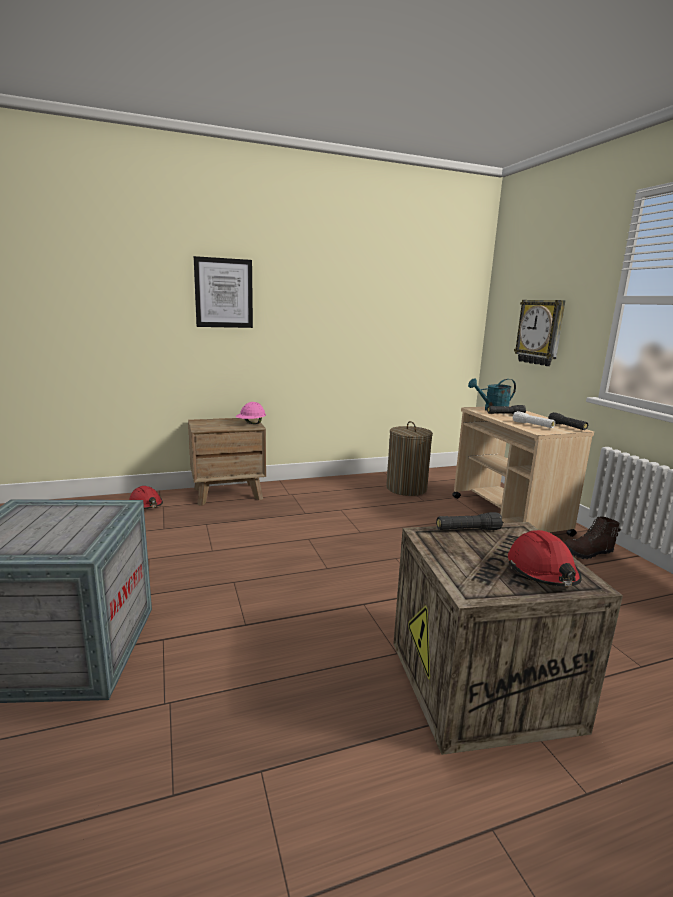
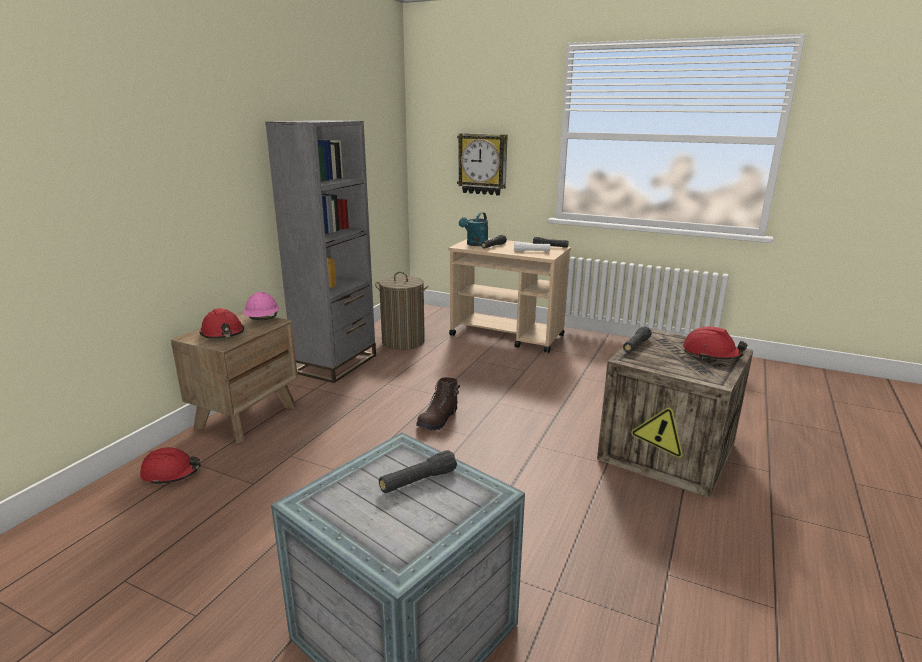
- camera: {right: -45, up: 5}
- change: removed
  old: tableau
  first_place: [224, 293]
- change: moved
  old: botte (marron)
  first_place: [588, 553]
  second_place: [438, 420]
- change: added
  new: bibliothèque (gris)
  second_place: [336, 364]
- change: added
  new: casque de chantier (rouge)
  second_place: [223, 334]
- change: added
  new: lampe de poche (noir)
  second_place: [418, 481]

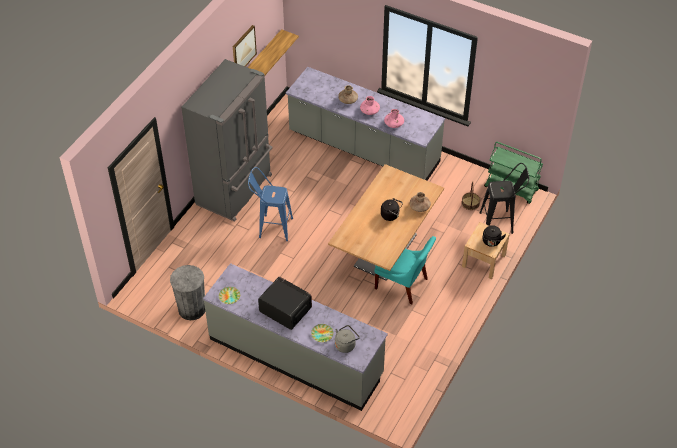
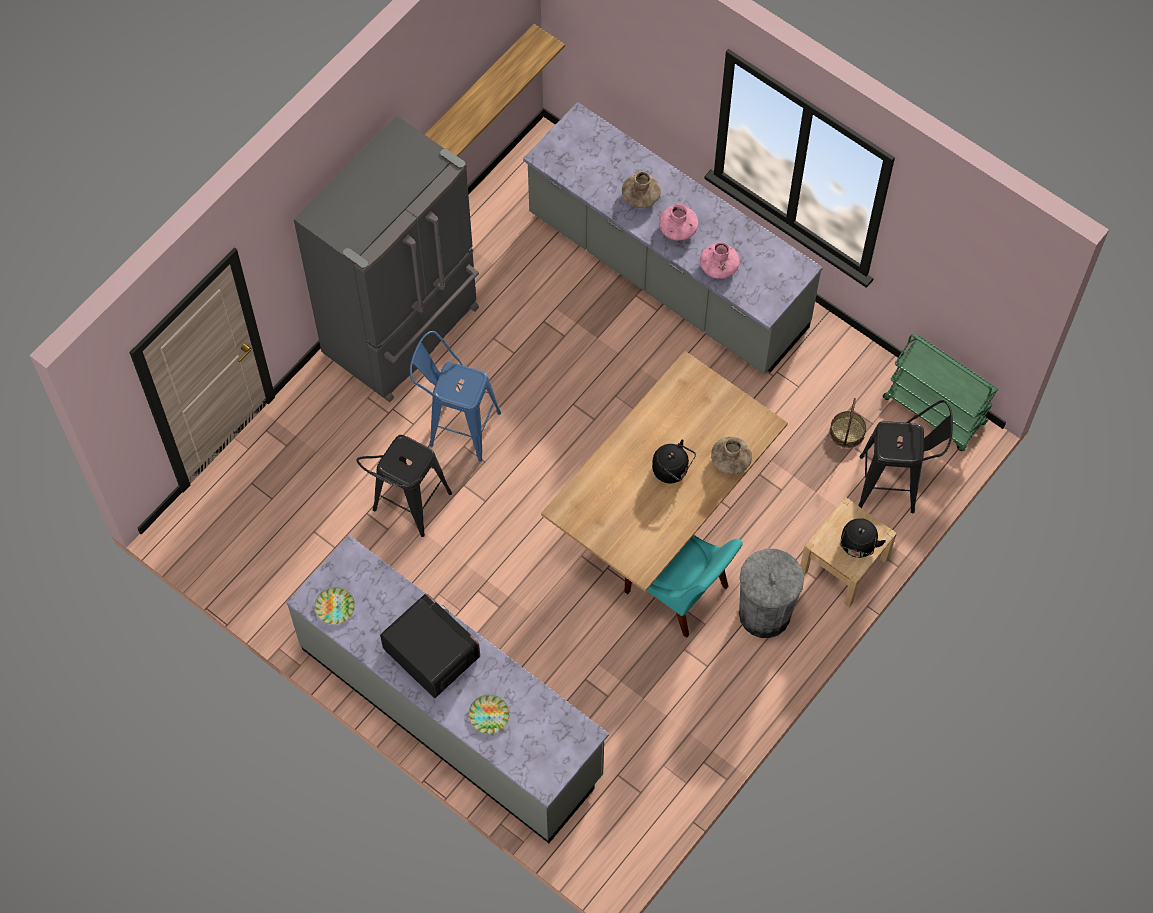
- camera: {right: 10, up: 15}
- change: removed
  old: tableau
  first_place: [243, 49]
- change: moved
  old: poubelle (gris)
  first_place: [192, 309]
  second_place: [764, 613]
- change: removed
  old: bouilloire (gris)
  first_place: [346, 344]
- change: added
  new: tabouret (noir)
  second_place: [407, 508]

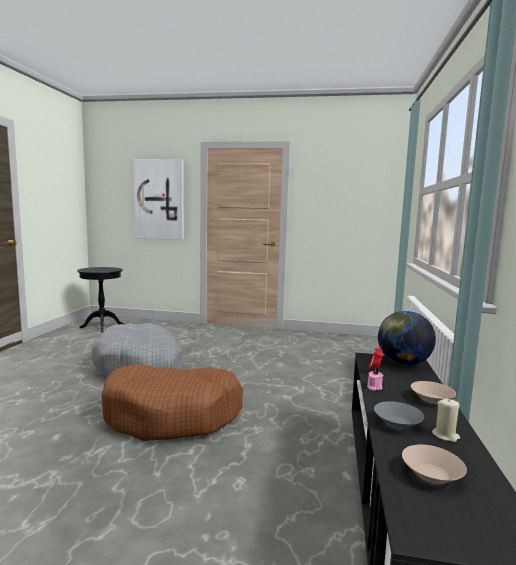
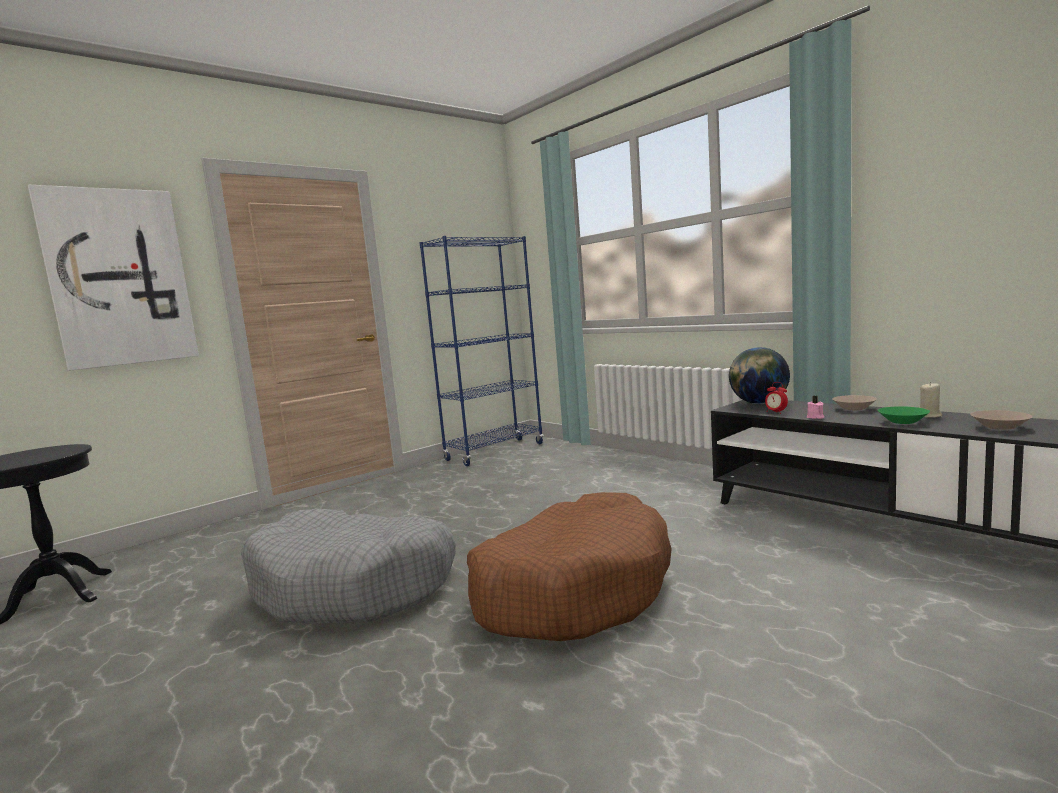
- camera: {right: -50, up: 0}
- change: recoloured
  old: bol (gris)
  new: bol (vert)
  first_place: [397, 423]
  second_place: [902, 422]
- change: added
  new: bibliothèque (bleu)
  second_place: [495, 452]

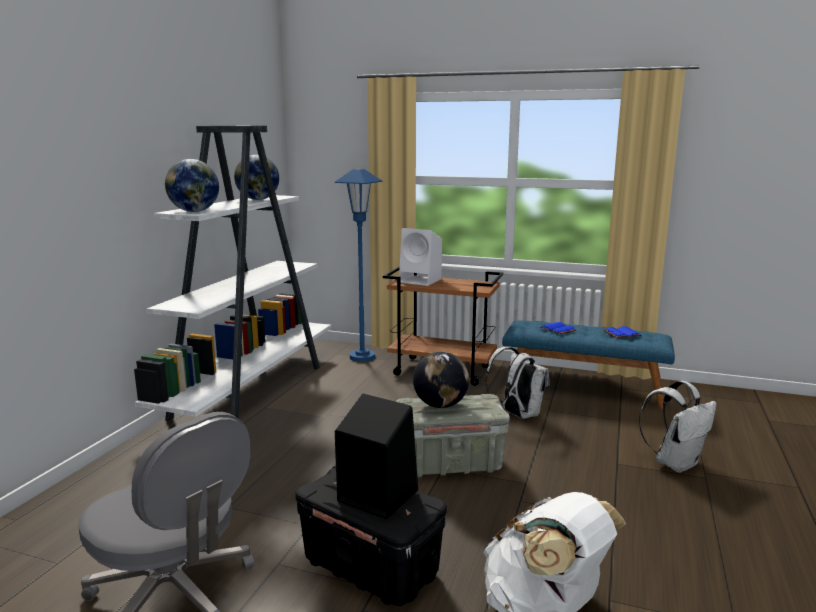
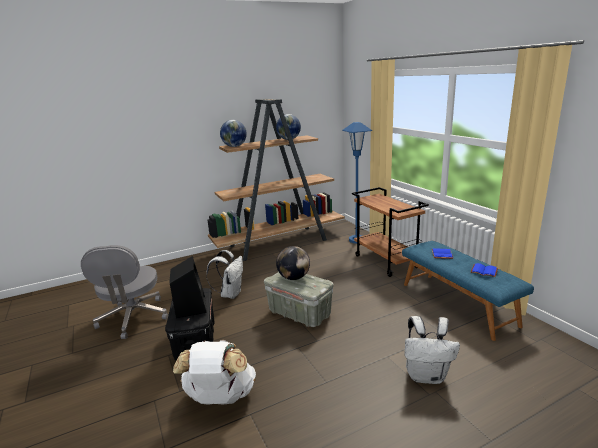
- camera: {right: 45, up: 5}
- change: recoloured
  old: bibliothèque (blanc)
  new: bibliothèque (marron)
  first_place: [251, 390]
  second_place: [280, 243]
- change: removed
  old: enceinte (blanc)
  first_place: [421, 281]
- change: moved
  old: sac à dos (blanc)
  first_place: [517, 414]
  second_place: [230, 294]

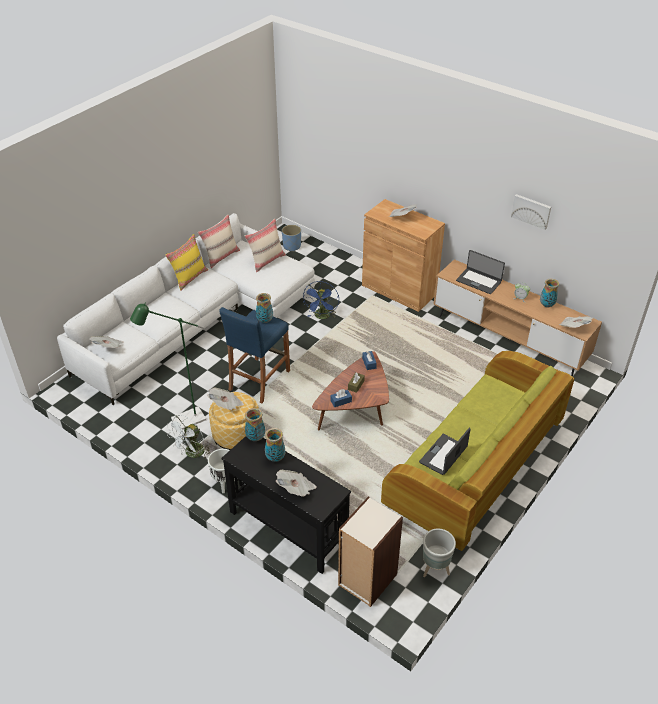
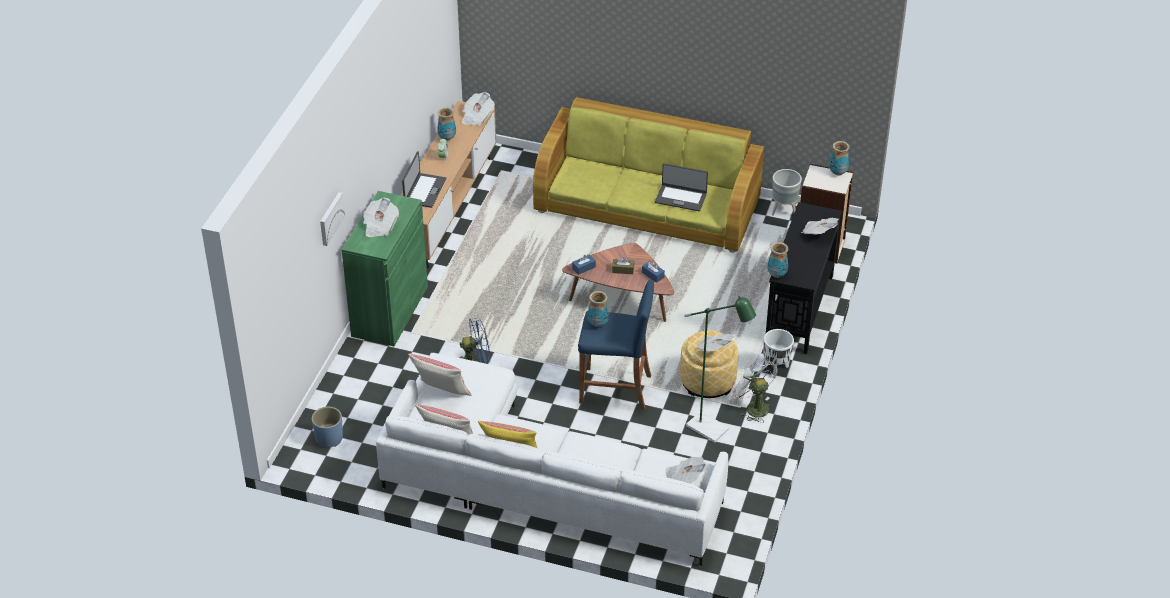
- camera: {right: -110, up: 0}
- change: moved
  old: tableau
  first_place: [531, 211]
  second_place: [330, 218]
- change: recoloured
  old: meuble de rangement (marron)
  new: meuble de rangement (vert)
  first_place: [399, 290]
  second_place: [390, 311]
- change: turned
  old: ventilateur (blanc)
  first_place: [192, 454]
  second_place: [753, 406]
  degrees: -135
- change: moved
  old: vase
  first_place: [275, 458]
  second_place: [837, 172]

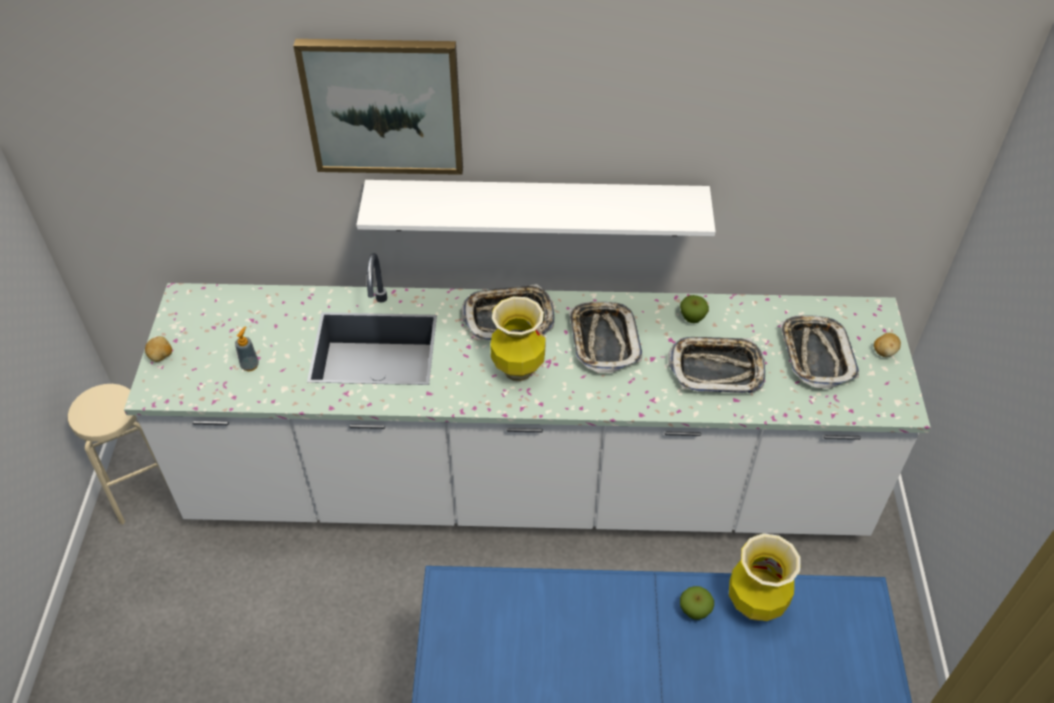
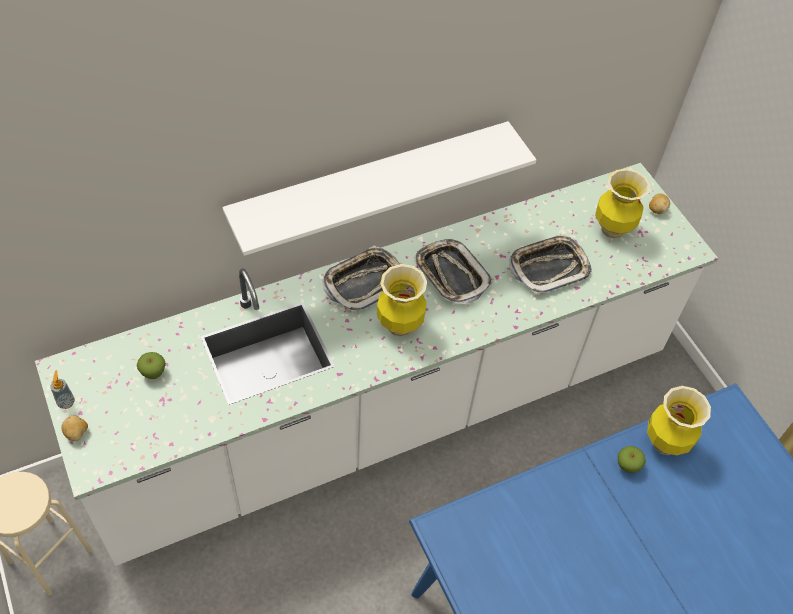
- camera: {right: -30, up: 5}
- change: removed
  old: tableau
  first_place: [383, 106]
- change: moved
  old: pomme
  first_place: [692, 318]
  second_place: [153, 373]
- change: replaced
  old: plateau
  new: vase
  first_place: [816, 355]
  second_place: [612, 229]
- change: moved
  old: distributeur de savon
  first_place: [250, 365]
  second_place: [66, 402]

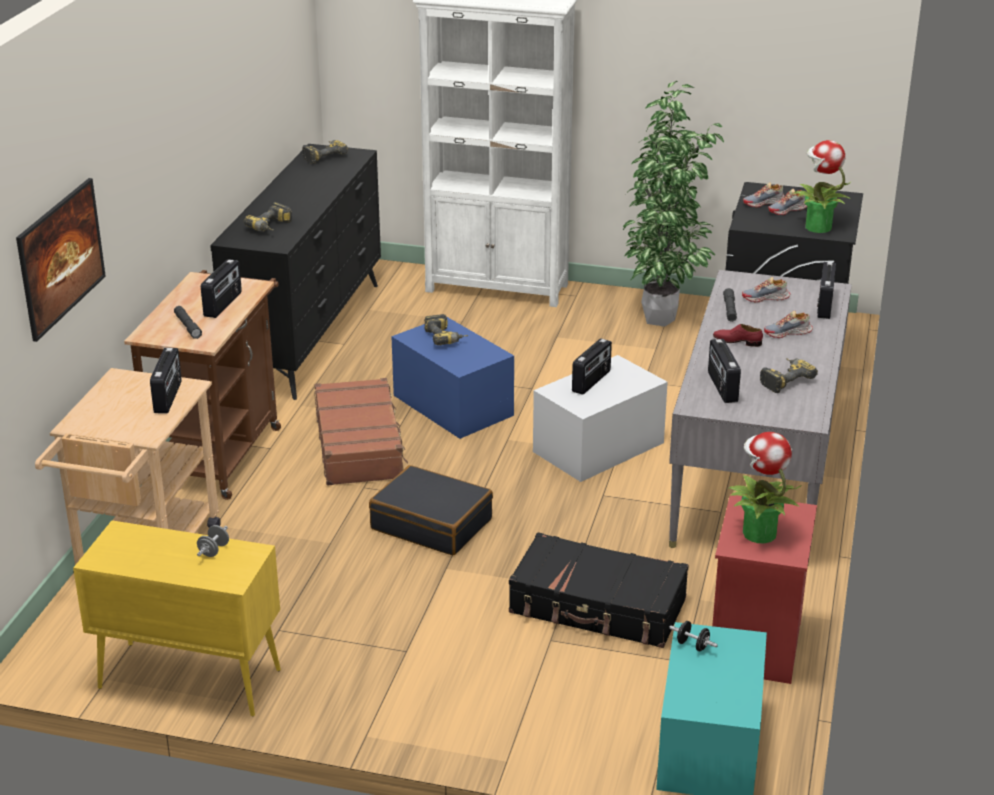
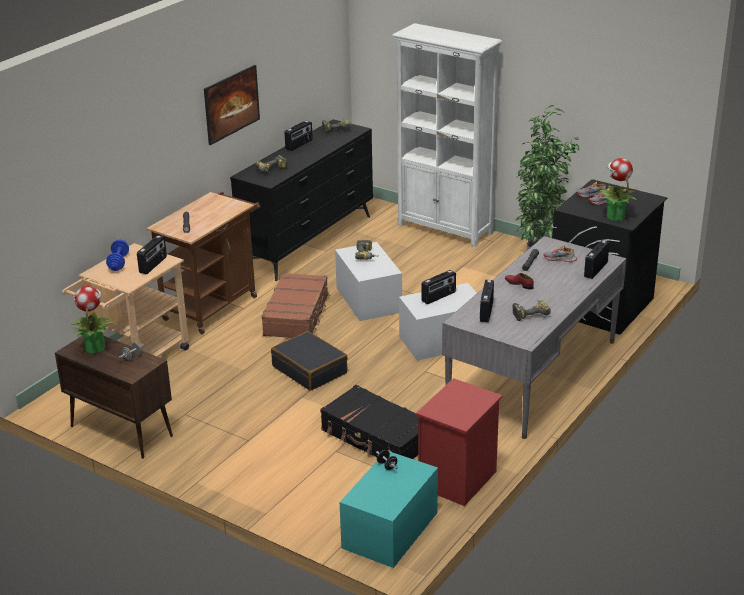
- camera: {right: 20, up: 0}
- change: moved
  old: tableau
  first_place: [65, 282]
  second_place: [233, 118]
- change: moved
  old: radio
  first_place: [223, 304]
  second_place: [299, 145]
- change: removed
  old: chaussure
  first_place: [788, 333]
- change: recoloured
  old: boîte de rangement (bleu)
  new: boîte de rangement (blanc)
  first_place: [453, 405]
  second_place: [369, 300]
- change: moved
  old: plante en pot
  first_place: [758, 533]
  second_place: [95, 347]
- change: recoloured
  old: meuble de rangement (jaune)
  new: meuble de rangement (marron)
  first_place: [188, 679]
  second_place: [120, 431]
- change: added
  new: haltère (bleu)
  second_place: [118, 263]

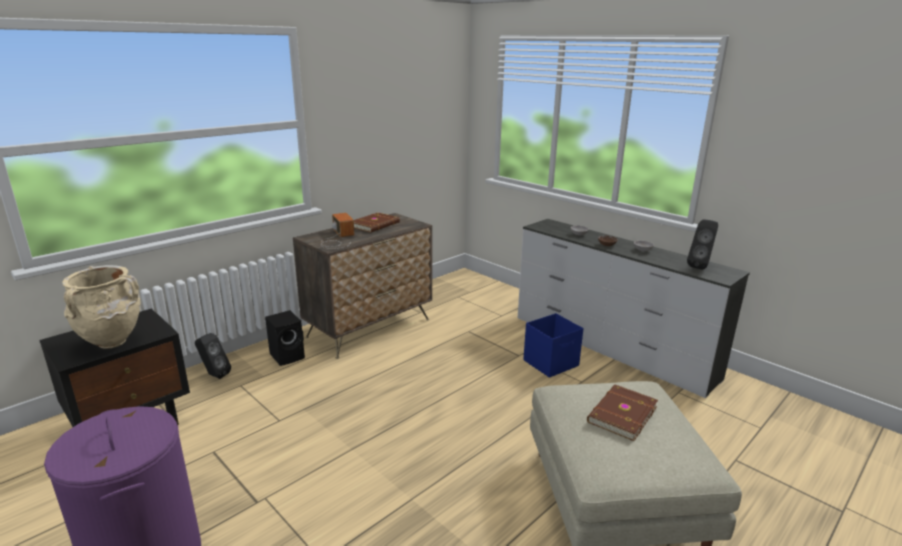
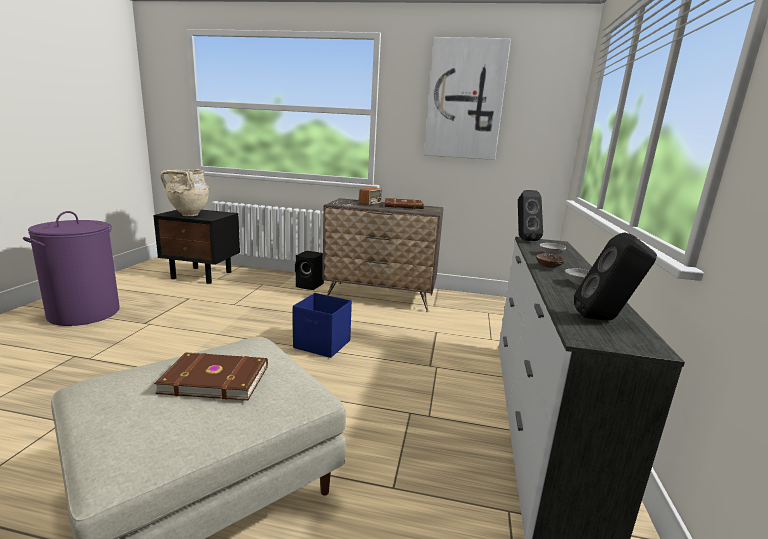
- camera: {right: 55, up: -5}
- change: moved
  old: boîte de rangement (bleu)
  first_place: [551, 363]
  second_place: [322, 345]
- change: moved
  old: enceinte (noir)
  first_place: [214, 375]
  second_place: [523, 239]
- change: added
  new: tableau
  second_place: [465, 100]

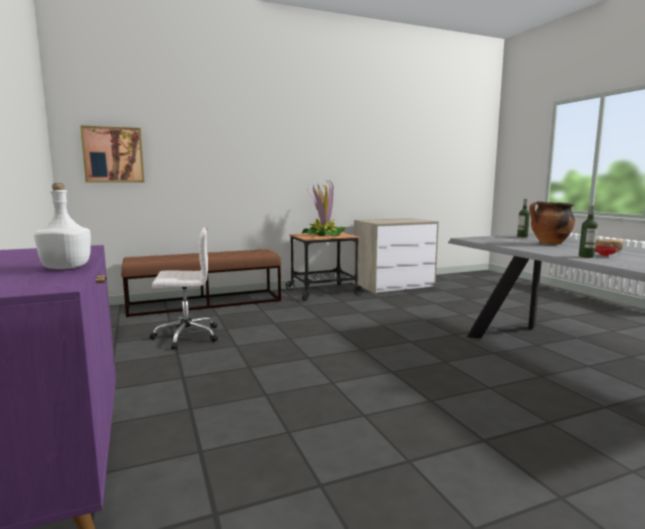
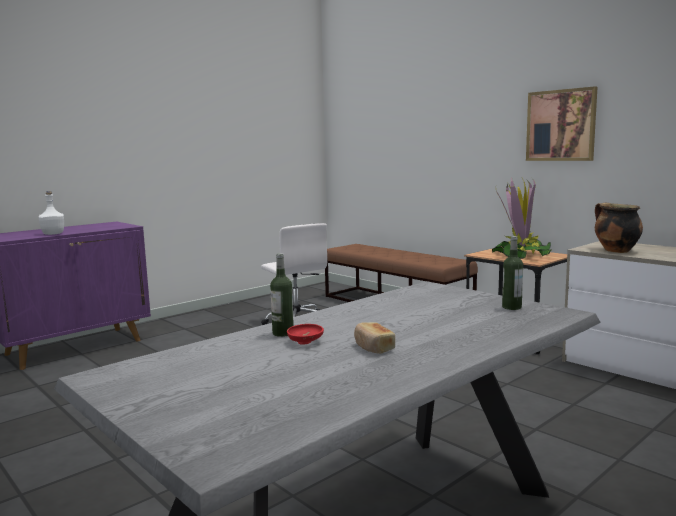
- camera: {right: 70, up: 0}
- change: moved
  old: tableau
  first_place: [113, 155]
  second_place: [561, 125]
- change: moved
  old: marmite
  first_place: [549, 243]
  second_place: [615, 251]

